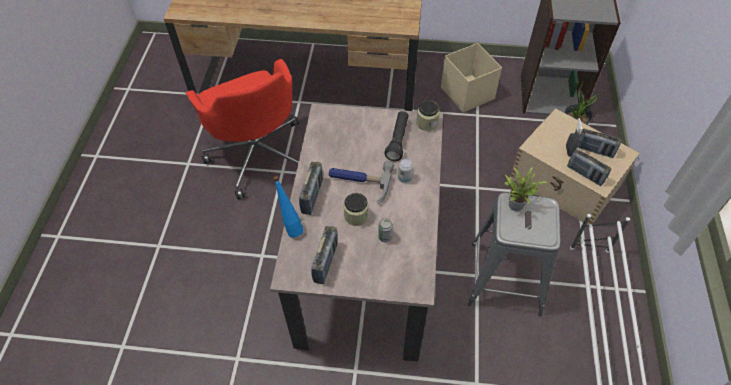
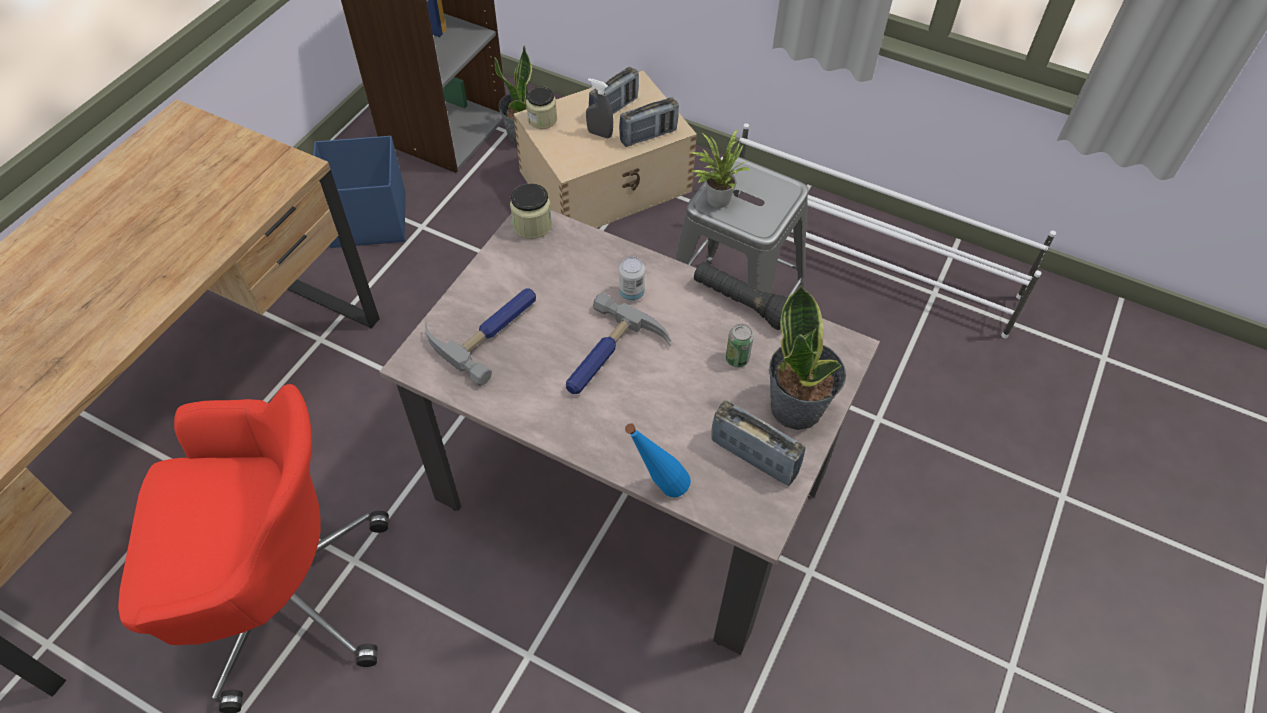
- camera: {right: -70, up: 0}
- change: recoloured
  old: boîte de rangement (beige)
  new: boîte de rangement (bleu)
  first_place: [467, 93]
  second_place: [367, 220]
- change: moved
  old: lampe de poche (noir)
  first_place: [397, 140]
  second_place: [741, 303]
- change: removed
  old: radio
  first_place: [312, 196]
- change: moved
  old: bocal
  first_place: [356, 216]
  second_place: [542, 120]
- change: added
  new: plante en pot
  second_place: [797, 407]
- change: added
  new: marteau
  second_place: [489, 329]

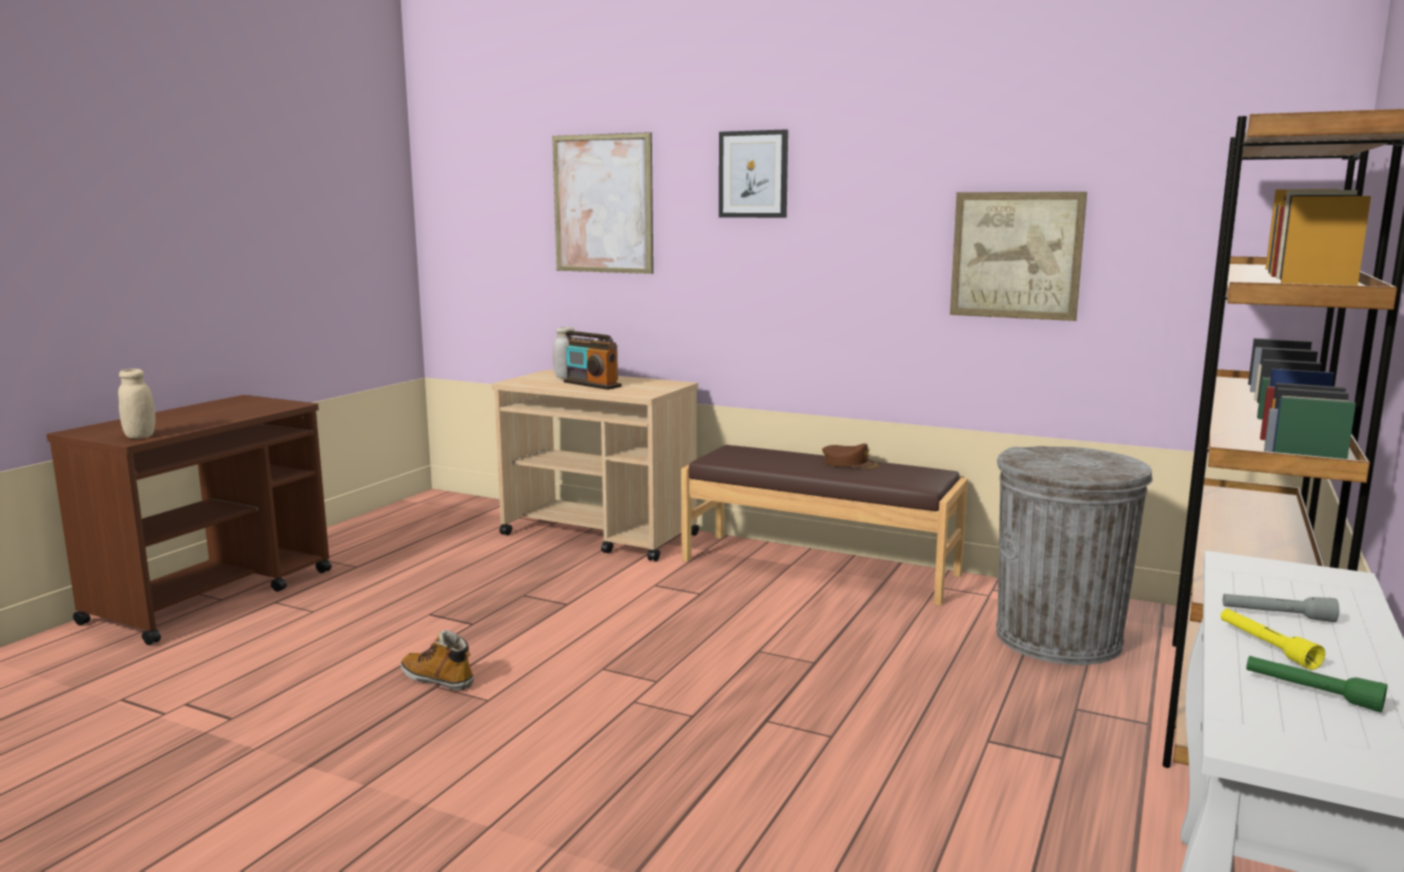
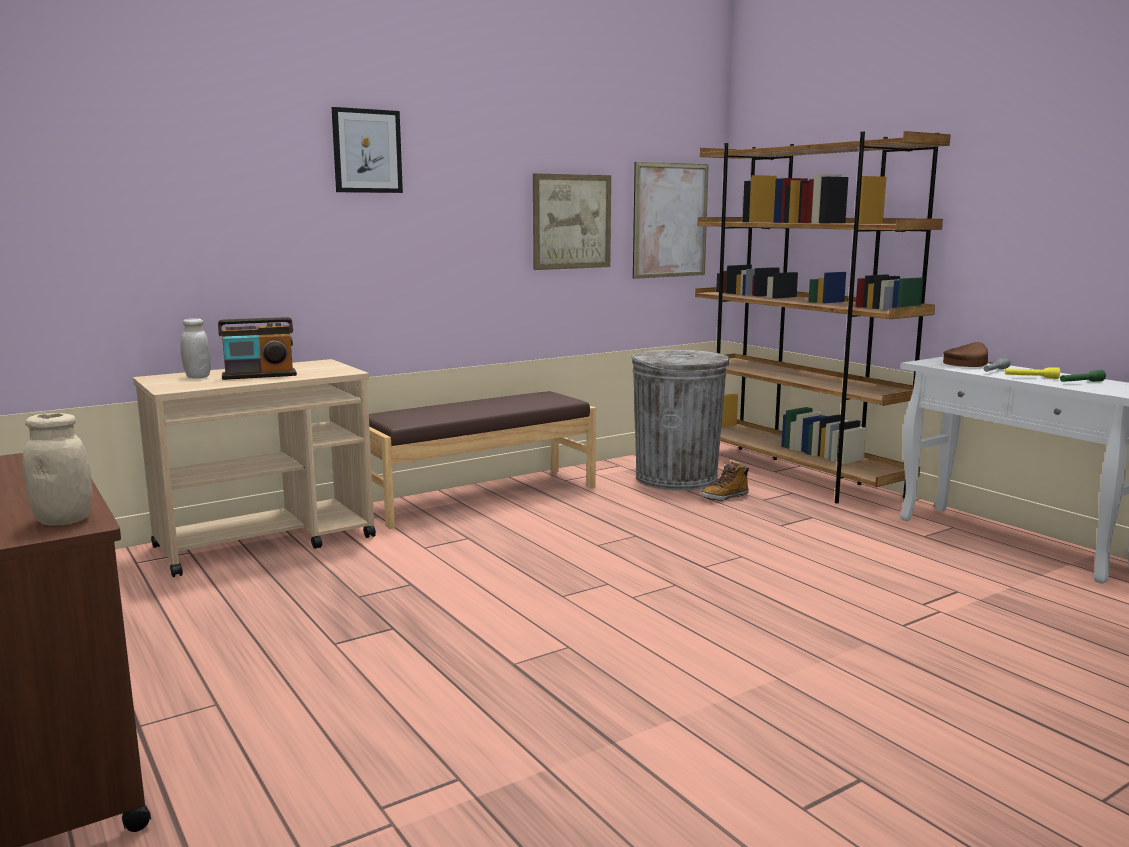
- camera: {right: -60, up: 0}
- change: moved
  old: tableau
  first_place: [602, 204]
  second_place: [670, 220]
- change: moved
  old: casquette (marron)
  first_place: [850, 463]
  second_place: [967, 364]
- change: moved
  old: botte
  first_place: [438, 680]
  second_place: [724, 497]

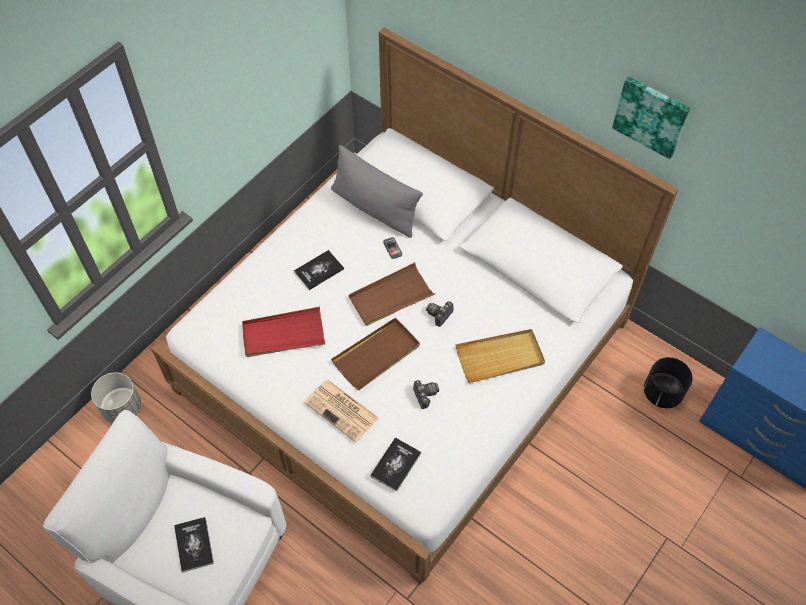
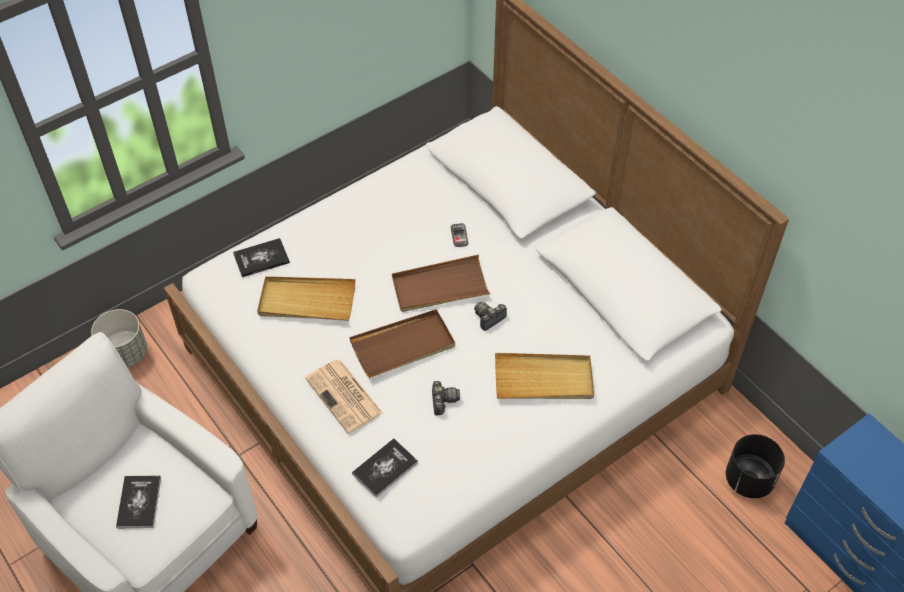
- camera: {right: 15, up: -5}
- change: removed
  old: tableau
  first_place: [651, 116]
- change: removed
  old: coussin (gris)
  first_place: [375, 208]
- change: moved
  old: livre
  first_place: [319, 270]
  second_place: [261, 258]
- change: recoloured
  old: plateau (rouge)
  new: plateau (beige)
  first_place: [283, 334]
  second_place: [306, 301]

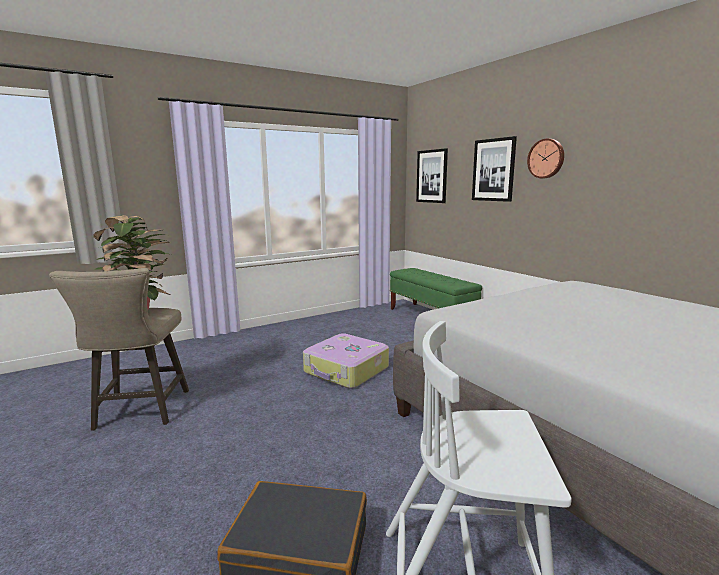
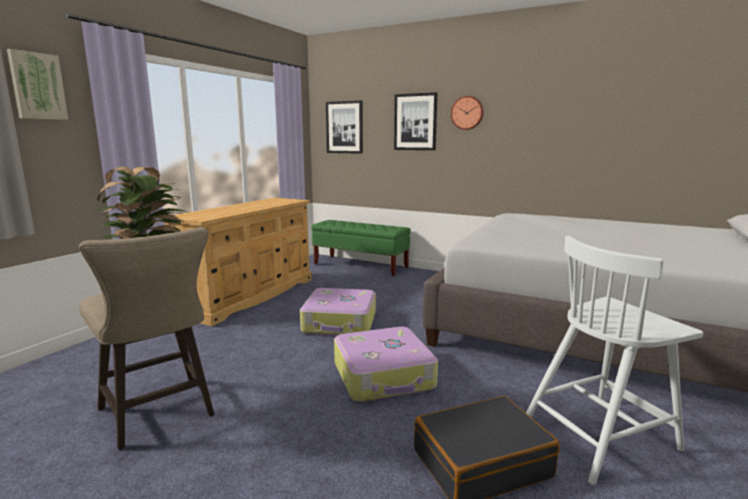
- camera: {right: -30, up: 0}
- change: added
  new: tableau
  second_place: [37, 86]
- change: added
  new: commode (beige)
  second_place: [250, 295]
- change: added
  new: valise
  second_place: [384, 376]

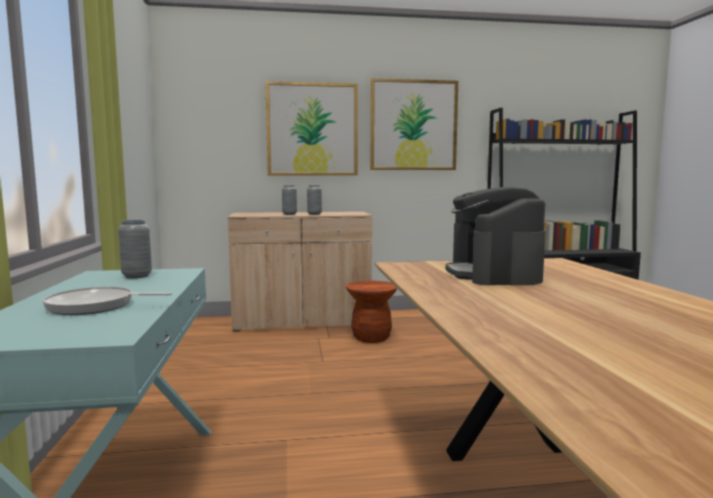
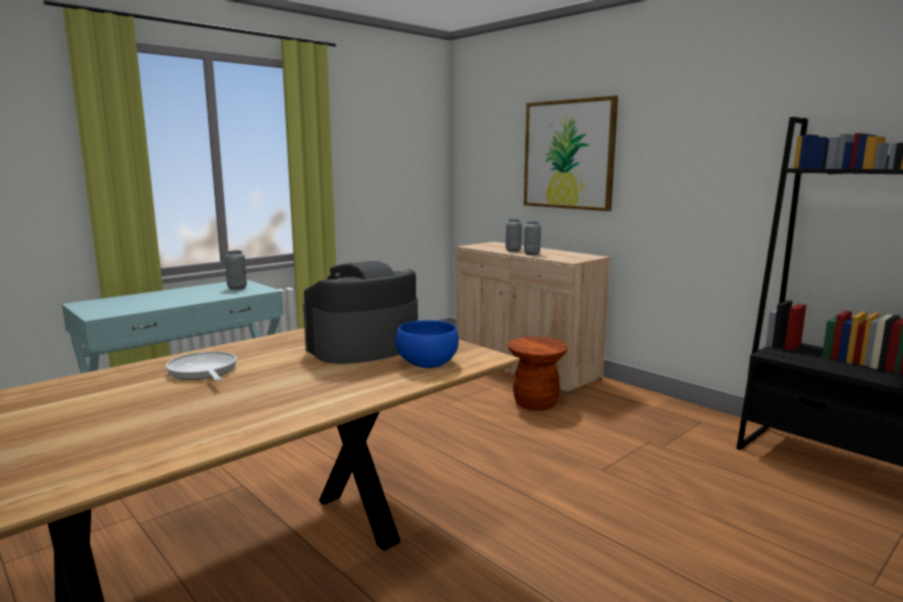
- camera: {right: 55, up: 5}
- change: removed
  old: tableau
  first_place: [413, 125]
- change: moved
  old: poêle
  first_place: [95, 306]
  second_place: [203, 371]
- change: added
  new: bol (bleu)
  second_place: [427, 363]

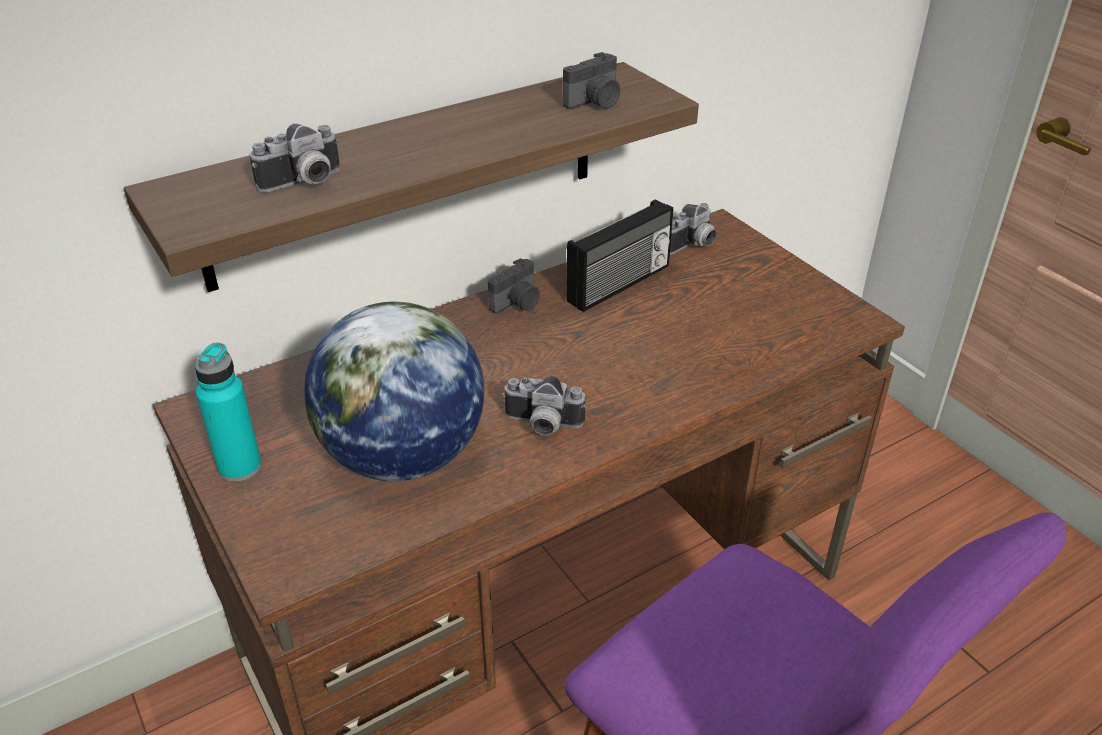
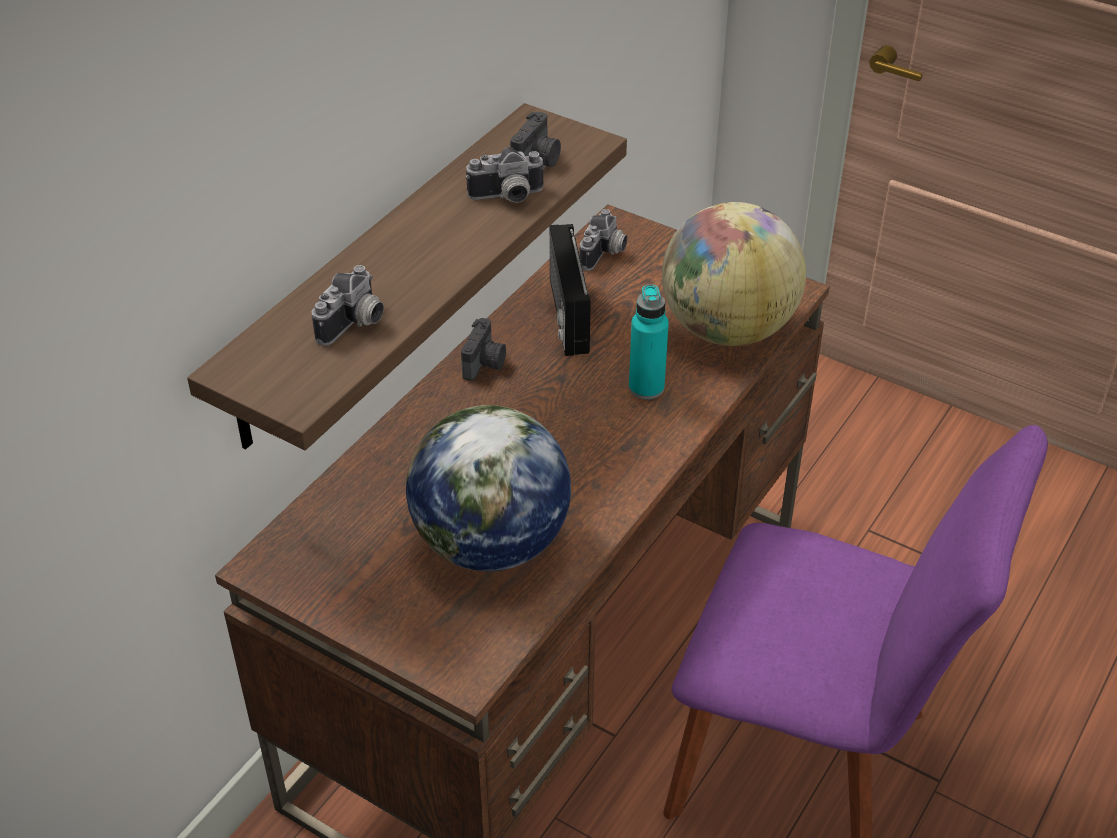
- camera: {right: -25, up: 5}
- change: turned
  old: radio
  first_place: [620, 284]
  second_place: [566, 315]
  degrees: 150
- change: moved
  old: bouteille (turquoise)
  first_place: [240, 467]
  second_place: [646, 387]
- change: moved
  old: appareil photo
  first_place: [542, 425]
  second_place: [507, 197]
- change: added
  new: globe
  second_place: [727, 328]

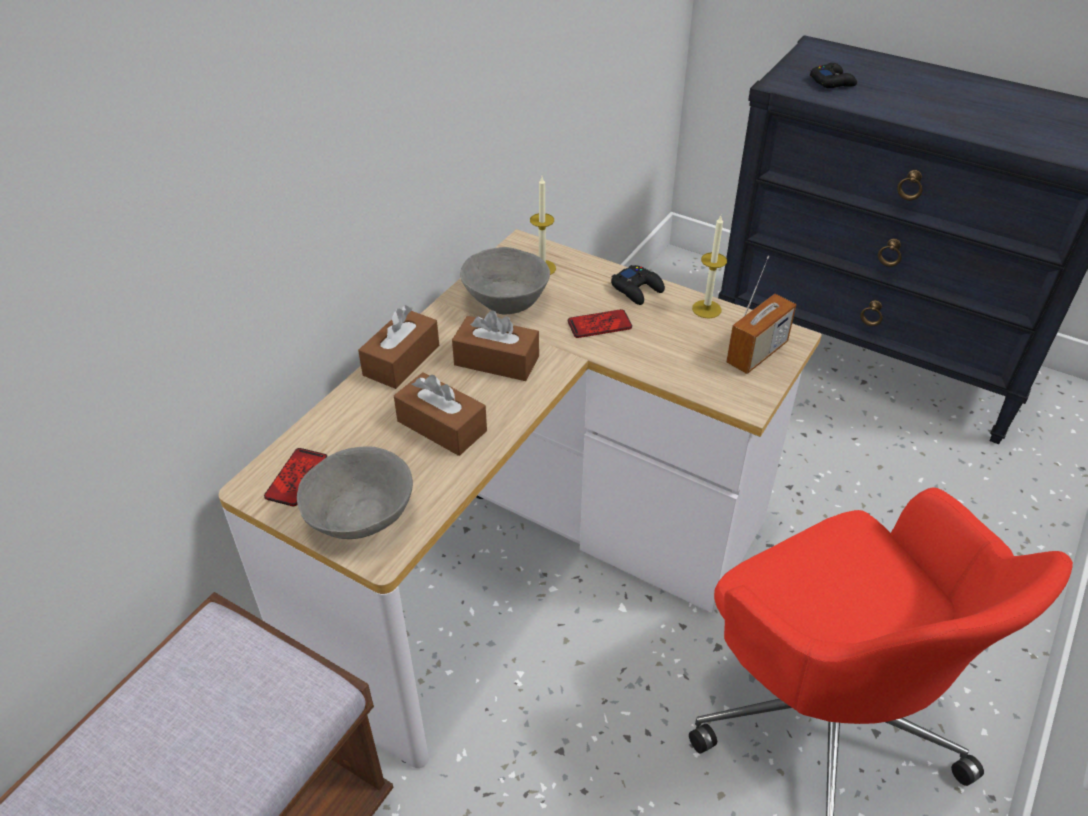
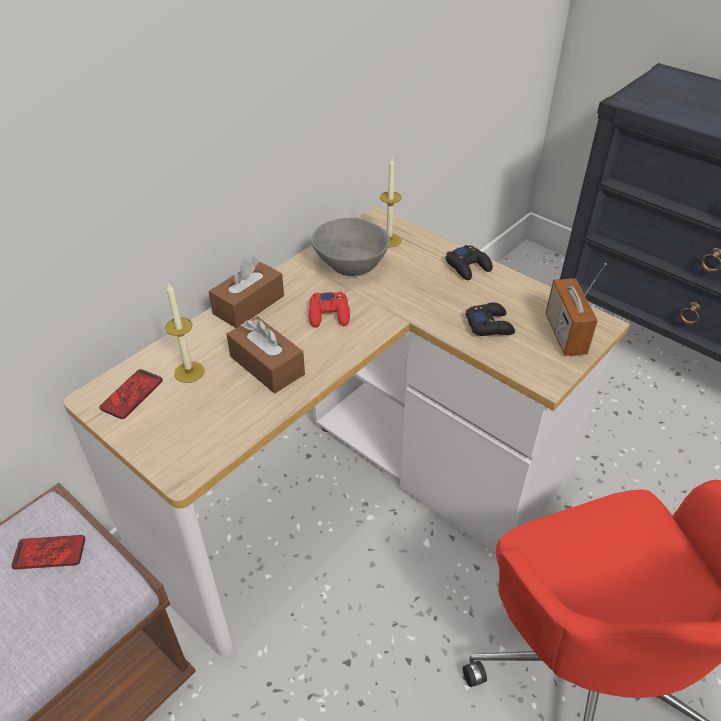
- camera: {right: 10, up: 0}
- change: moved
  old: manette (noir)
  first_place: [832, 82]
  second_place: [489, 325]
- change: moved
  old: bougie
  first_place: [706, 309]
  second_place: [189, 372]
- change: turned
  old: radio
  first_place: [757, 353]
  second_place: [565, 334]
  degrees: 120
- change: moved
  old: téléphone
  first_place: [599, 325]
  second_place: [49, 553]
- change: replaced
  old: boîte à mouchoirs (marron)
  new: manette (rouge)
  first_place: [496, 361]
  second_place: [329, 314]
- change: removed
  old: bol (gris)
  first_place: [361, 517]

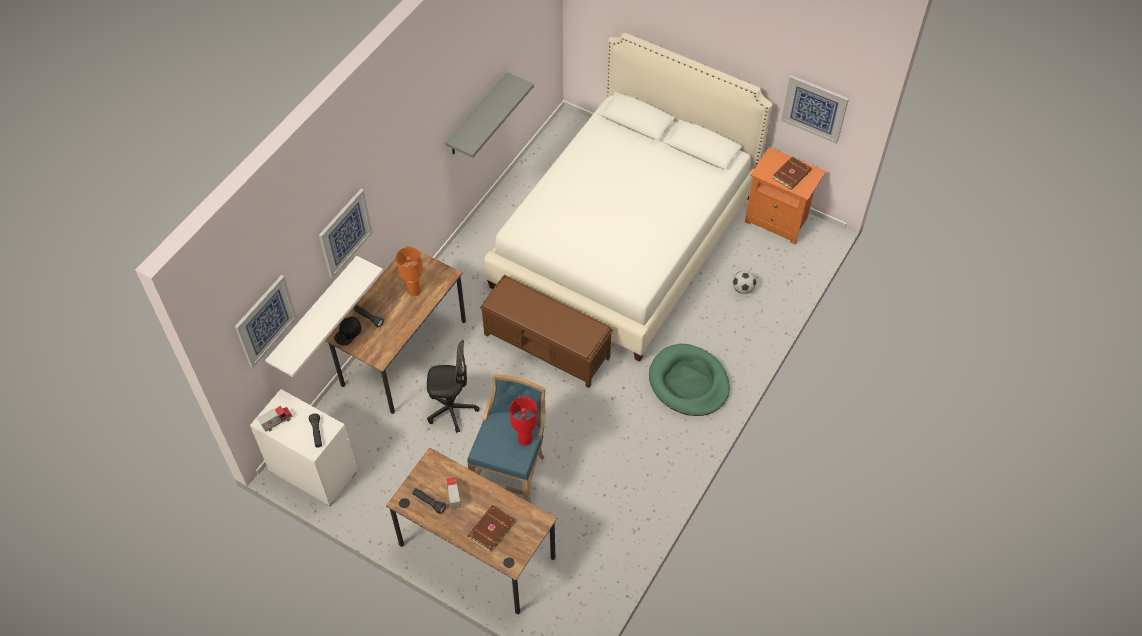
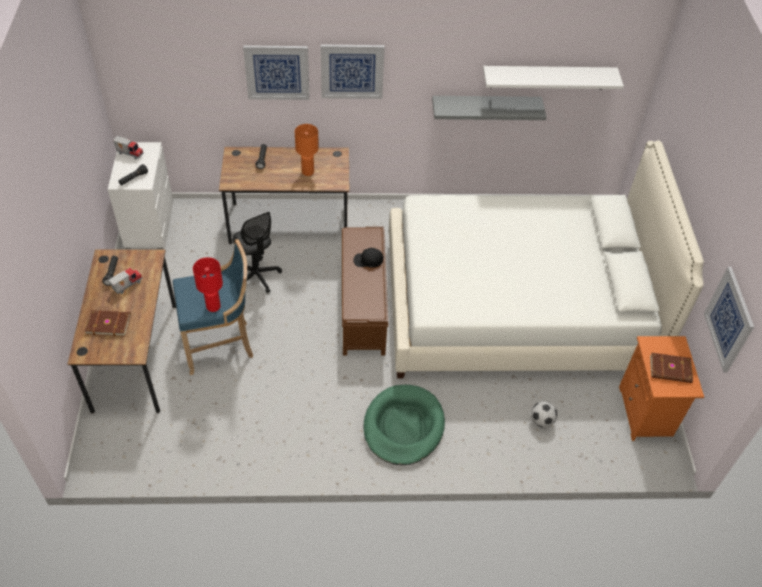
- camera: {right: 55, up: -5}
- change: moved
  old: étagère (blanc)
  first_place: [314, 314]
  second_place: [548, 77]
- change: moved
  old: tableau
  first_place: [265, 321]
  second_place: [352, 71]
- change: moved
  old: casquette (noir)
  first_place: [348, 332]
  second_place: [368, 260]

